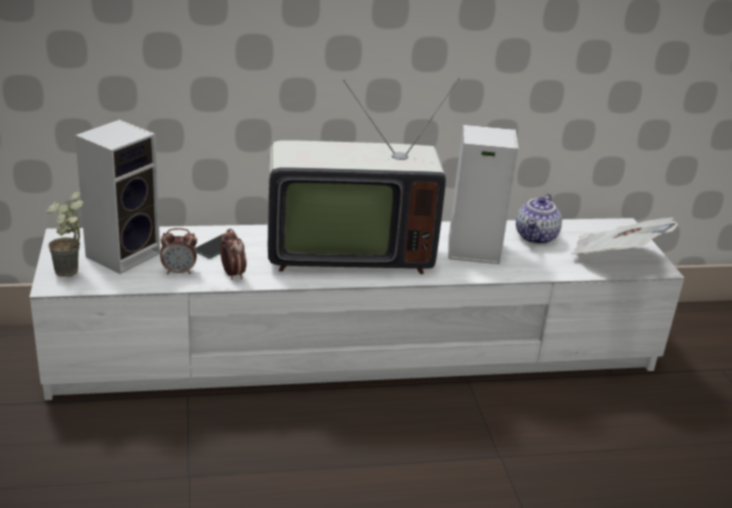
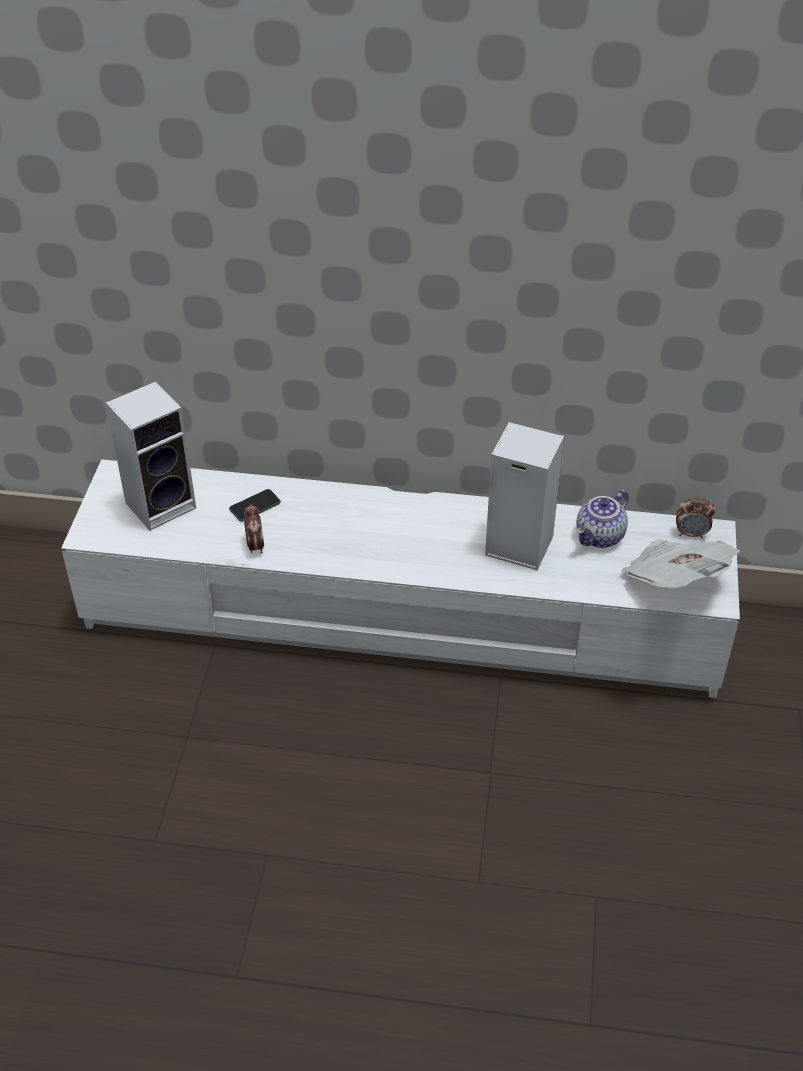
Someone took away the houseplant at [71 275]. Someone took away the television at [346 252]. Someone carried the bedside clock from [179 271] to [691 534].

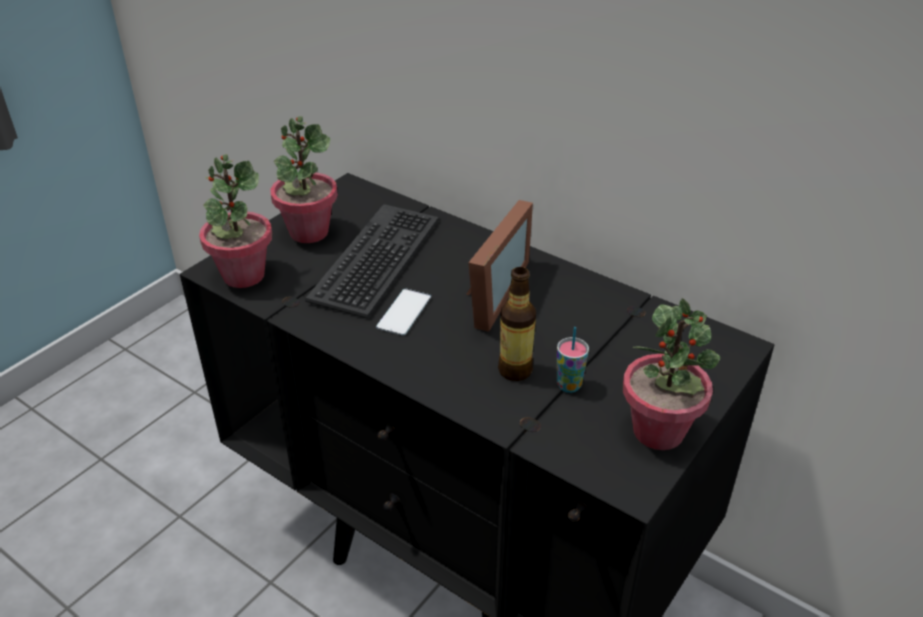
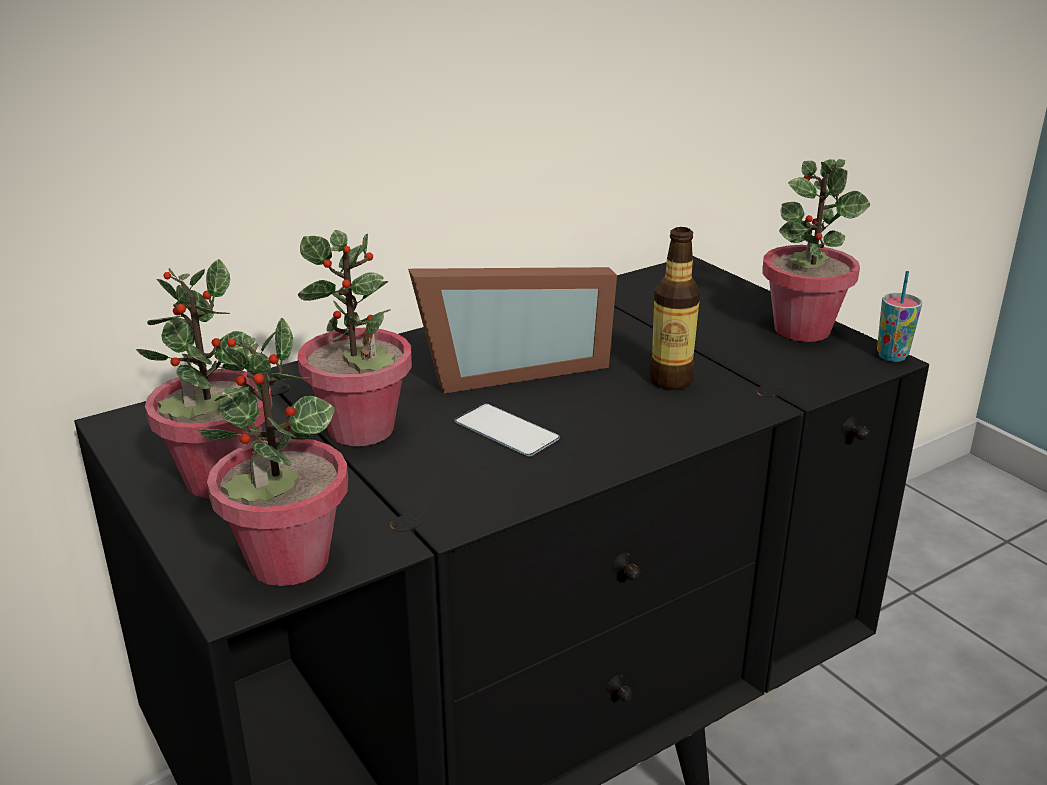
Someone carried the cup from [569 385] to [892 356]. Someone swapped the PC keyboard at [378 259] for the houseplant at [361 429]. Someone rotated the standing frame at [488 294] by 120 degrees clockwise.

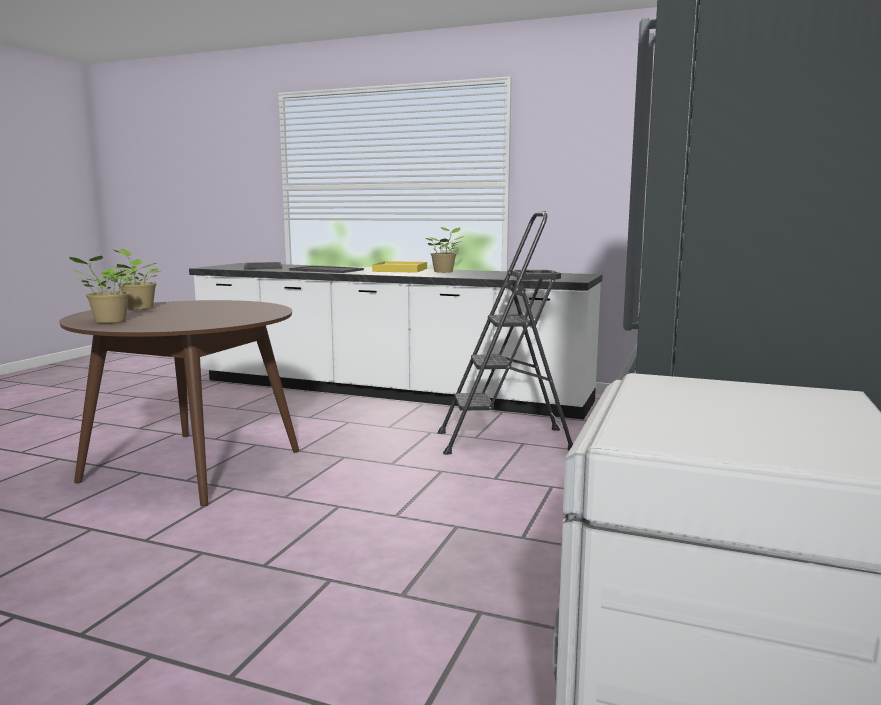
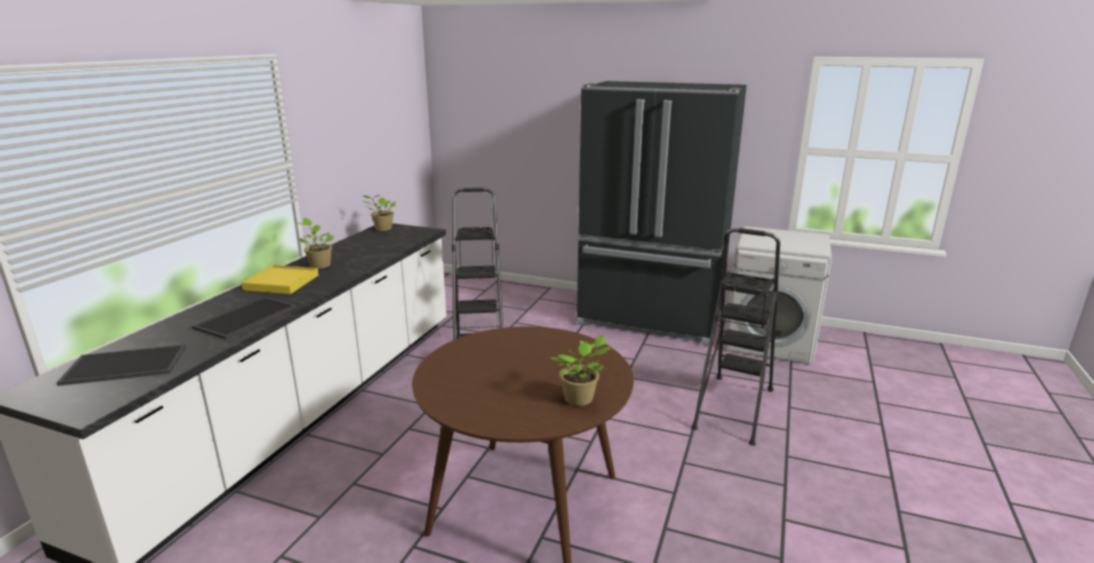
Someone put down the step stool at [733 409]. Someone carried the houseplant from [138 308] to [382 229].

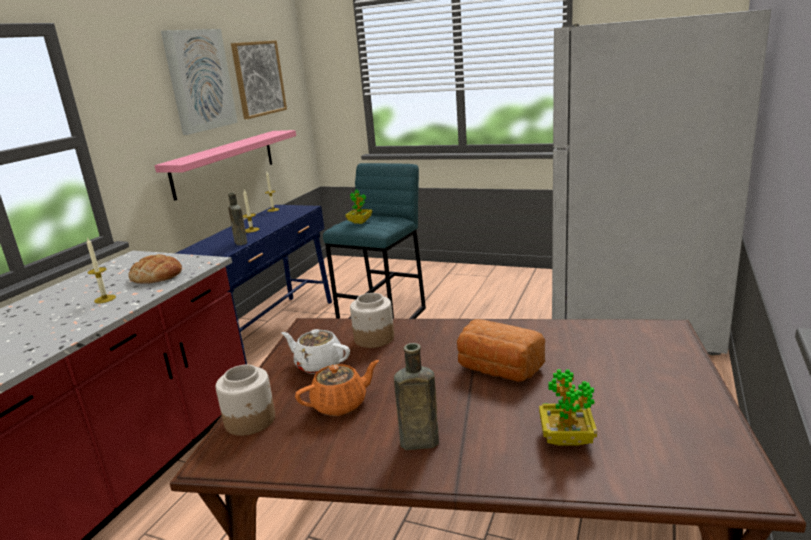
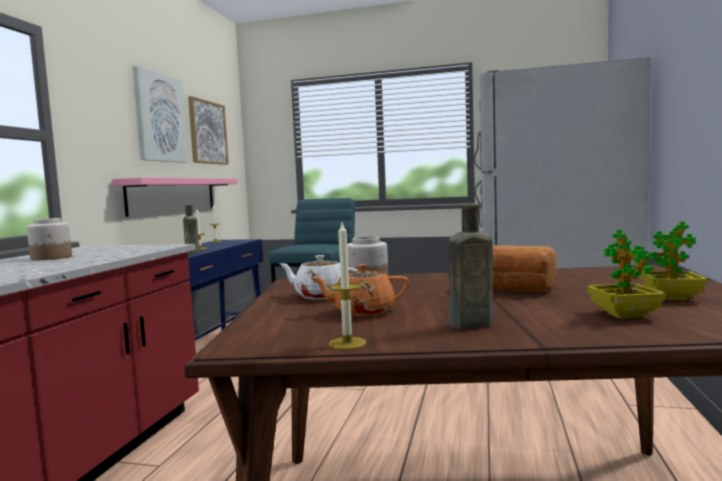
Someone took away the bakery bread at [157 276]. Someone carried the wax candle from [105 299] to [347 343]. Someone carried the storage jar from [250 420] to [52 257]. Someone carried the houseplant from [360 222] to [671 298]. Someone rotated the orangey teapot at [341 404] by 150 degrees counterclockwise.

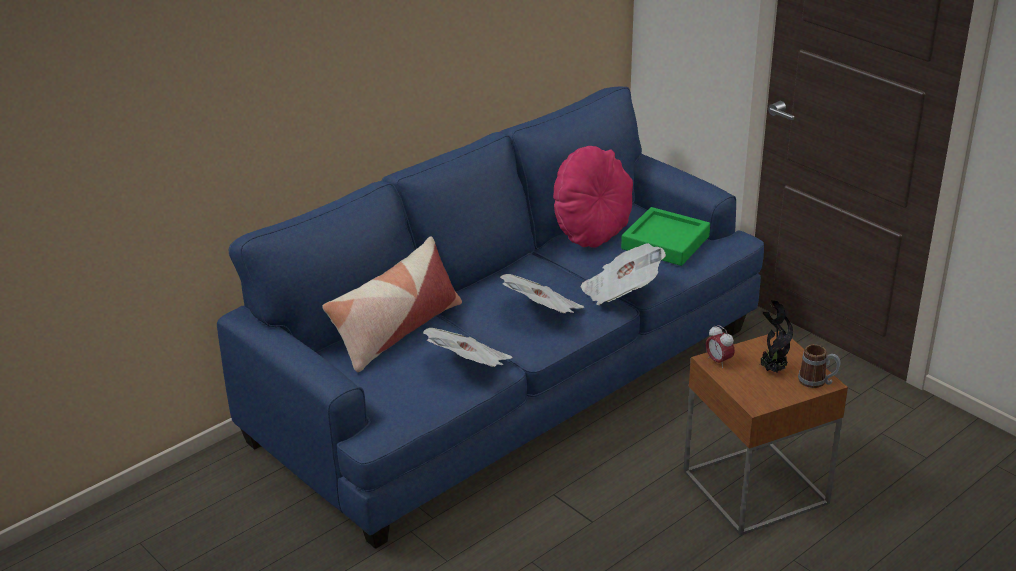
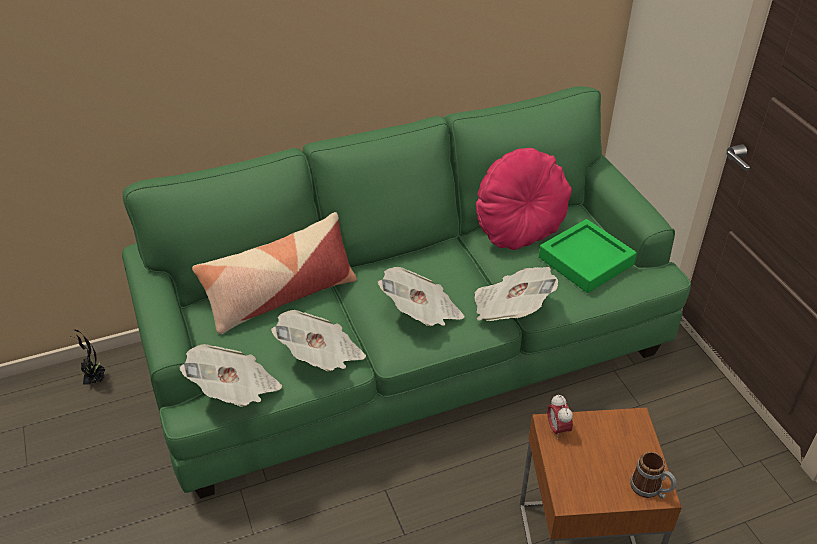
Someone put down the printed paper at [235 390]. Someone carried the houseplant from [771 370] to [95 379]. Someone repainted the bluish settee at [509 384], which became the greenish settee at [408 353].

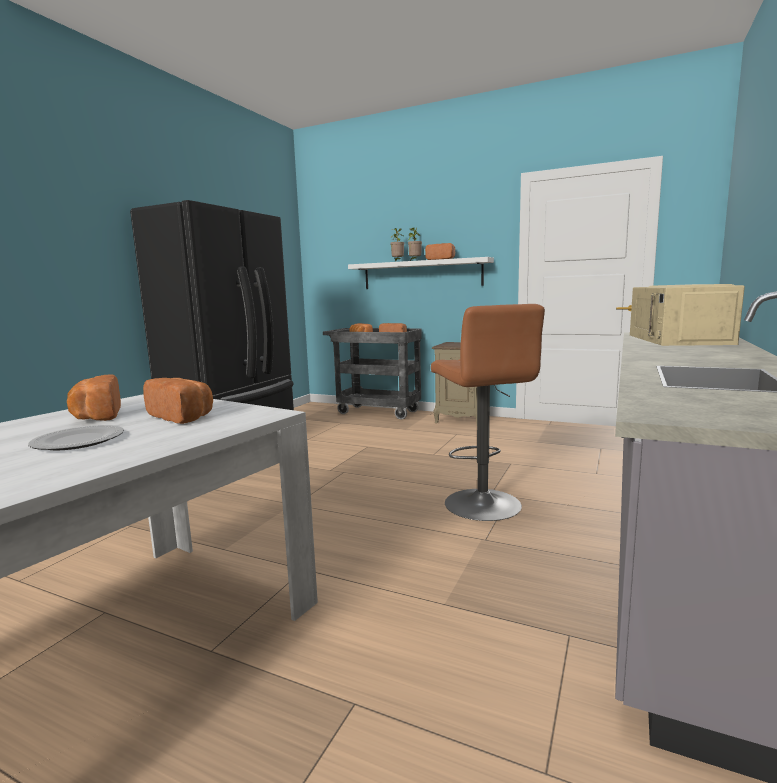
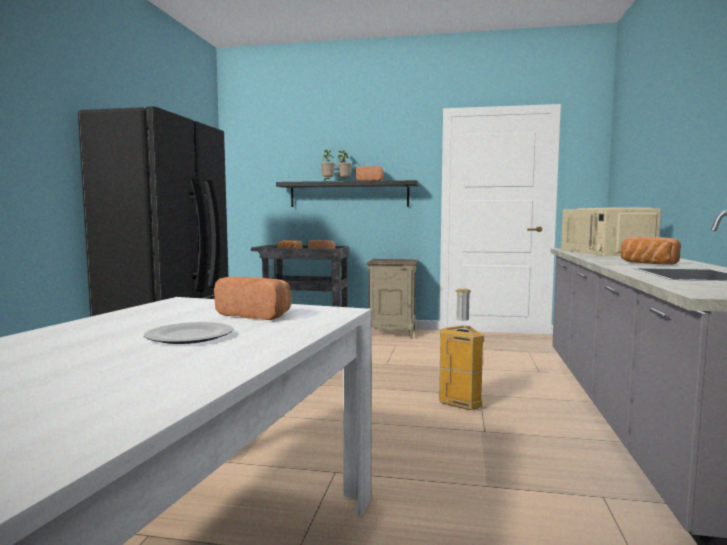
Someone carried the bakery bread from [96 416] to [646 264]. Someone swapped the brownish stool seat at [482 505] for the rubbish bin at [461 403]. Someone repainted the whitish bracket shelf at [421 274], which became the blackish bracket shelf at [349 194].

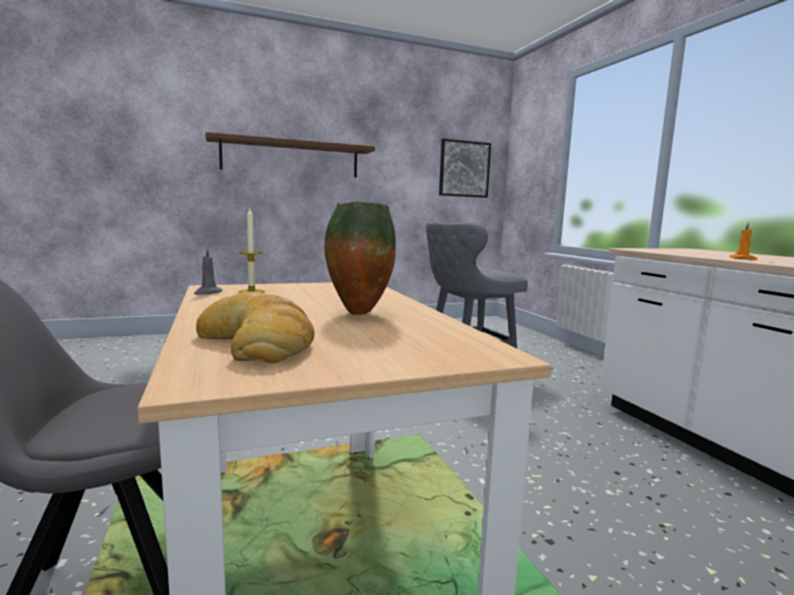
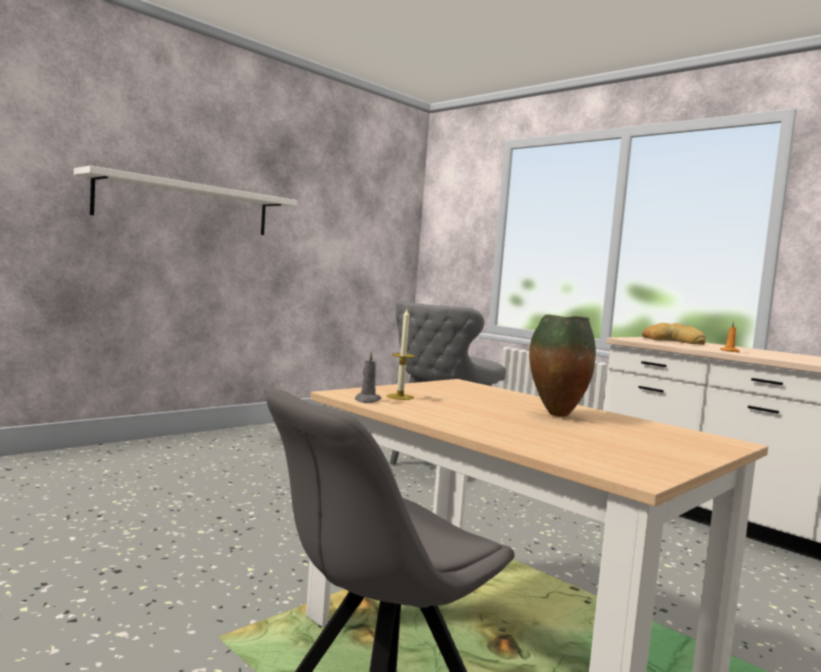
Someone took away the wall picture at [464 169]. Someone carried the bakery bread from [259 342] to [672 341]. Someone repainted the brownish bracket shelf at [291 158], which became the whitish bracket shelf at [186 206].

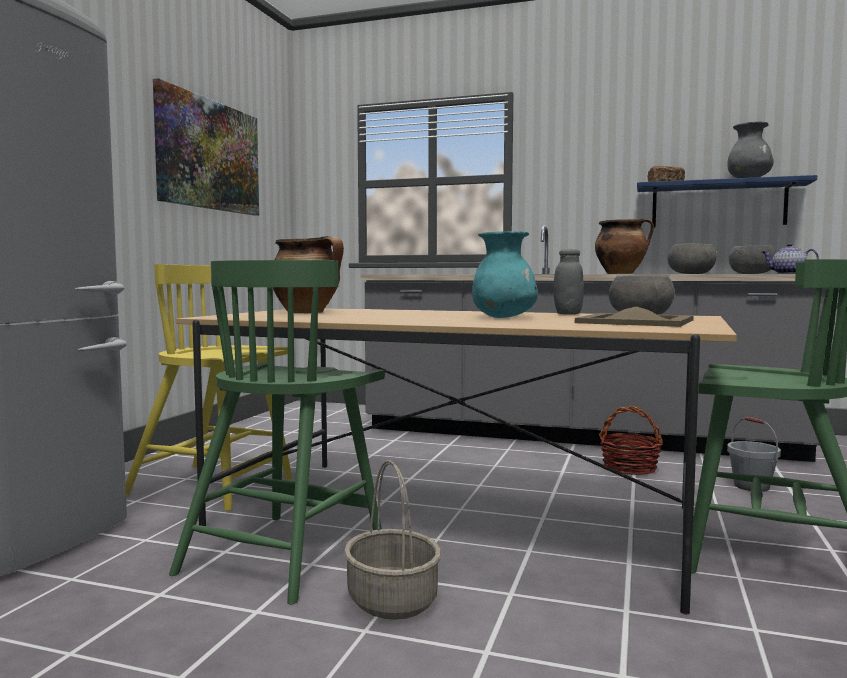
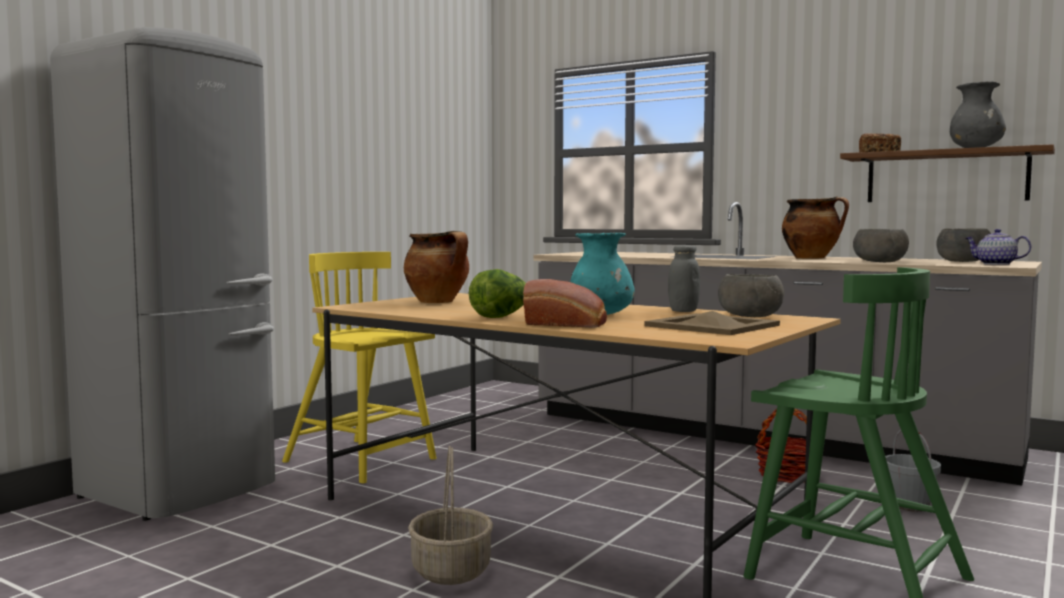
Someone took away the wall picture at [209 155]. Someone took away the greenish upright chair at [286 552]. Someone put down the head of lettuce at [501 317]. Someone put down the bakery bread at [567 324]. Someone repainted the bluish bracket shelf at [718 205], which became the brownish bracket shelf at [946 177].

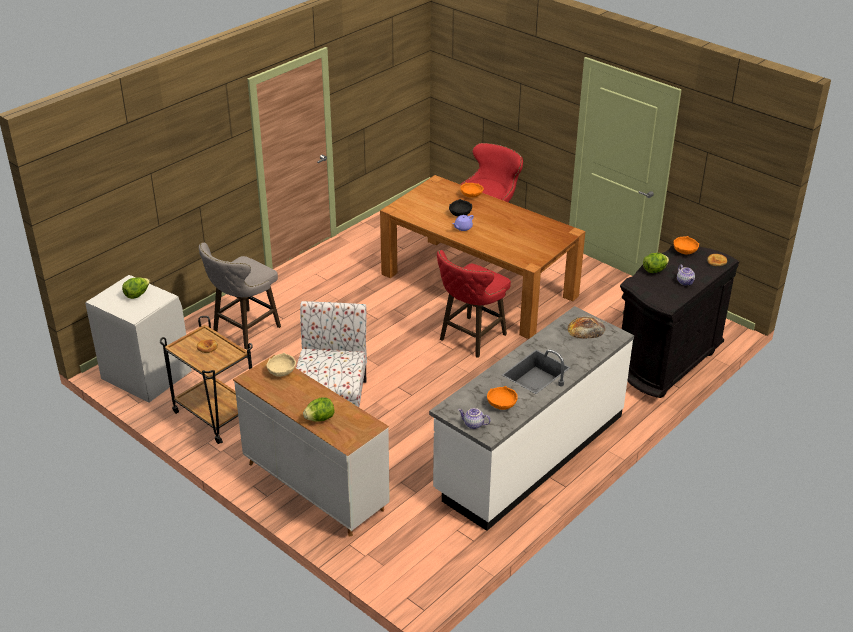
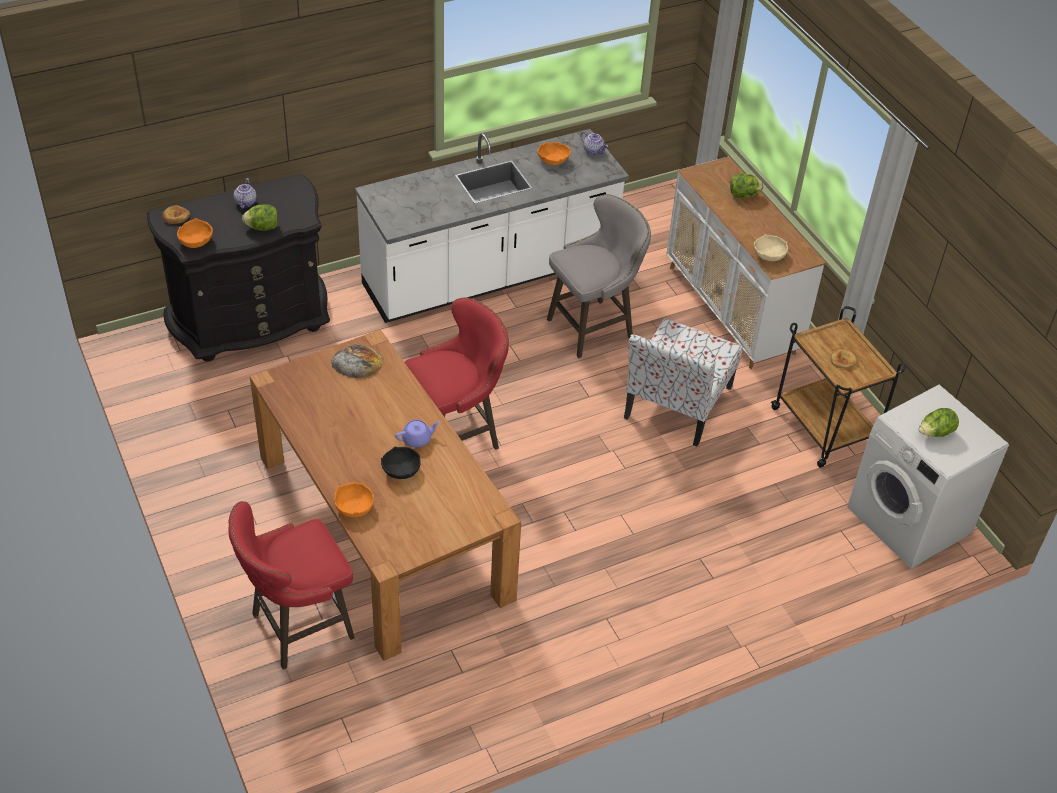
Someone carried the gray stool seat from [244 330] to [593 327]. Someone carried the bakery bread from [586 329] to [357 362].

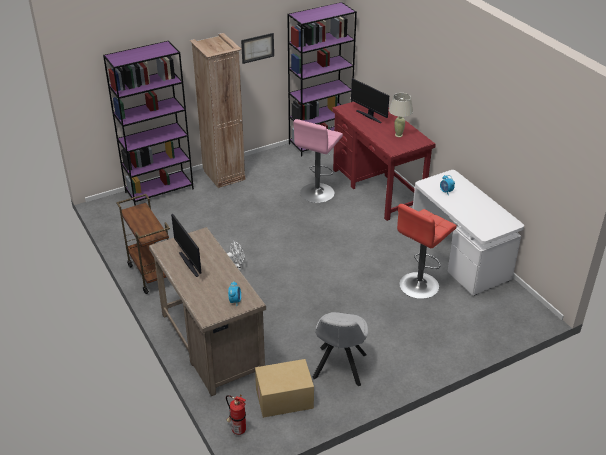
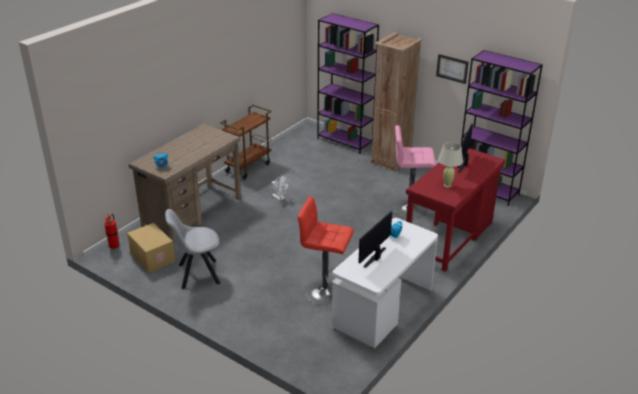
Someone carried the computer display from [190 264] to [375 258].

